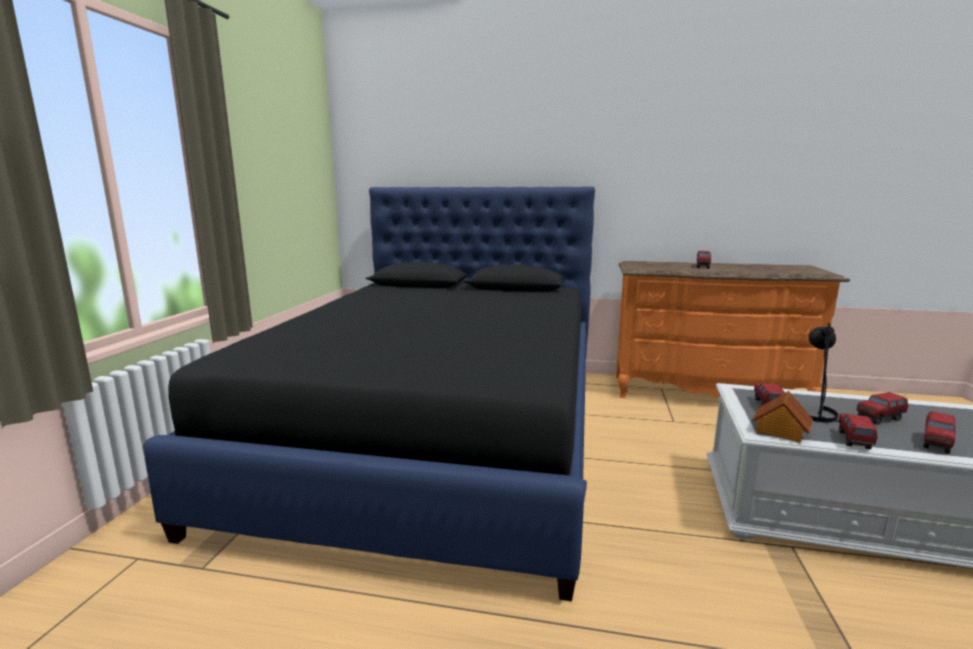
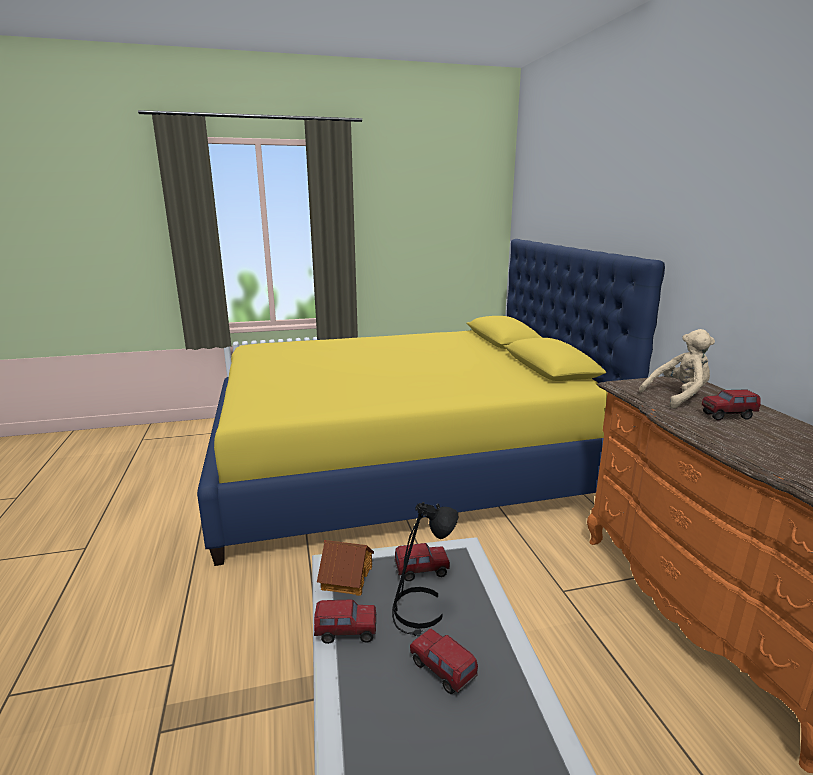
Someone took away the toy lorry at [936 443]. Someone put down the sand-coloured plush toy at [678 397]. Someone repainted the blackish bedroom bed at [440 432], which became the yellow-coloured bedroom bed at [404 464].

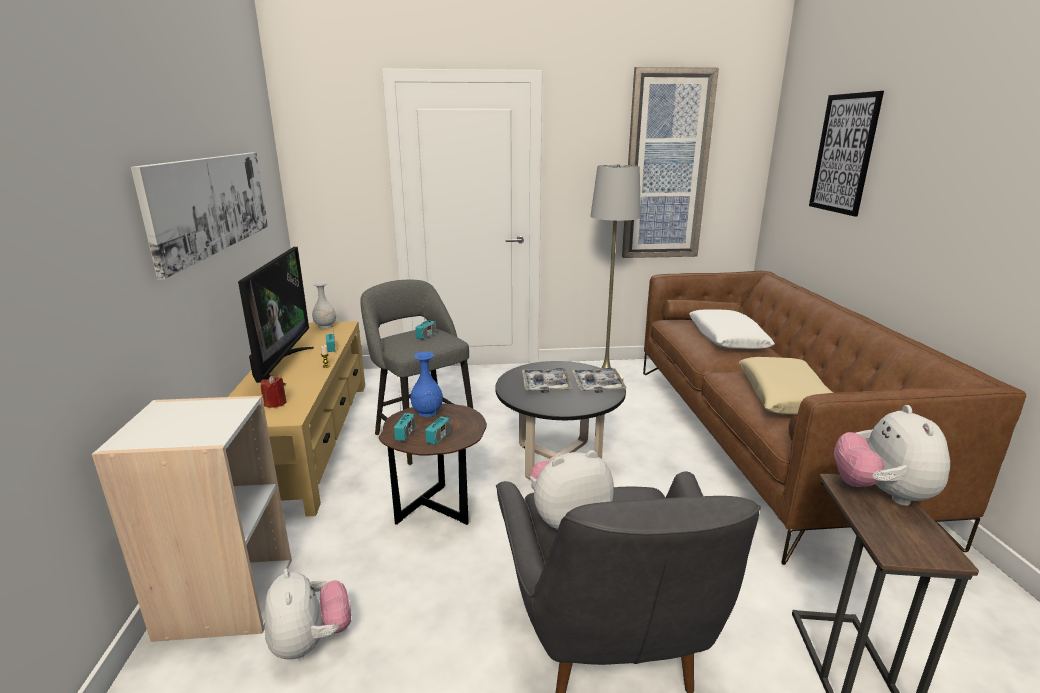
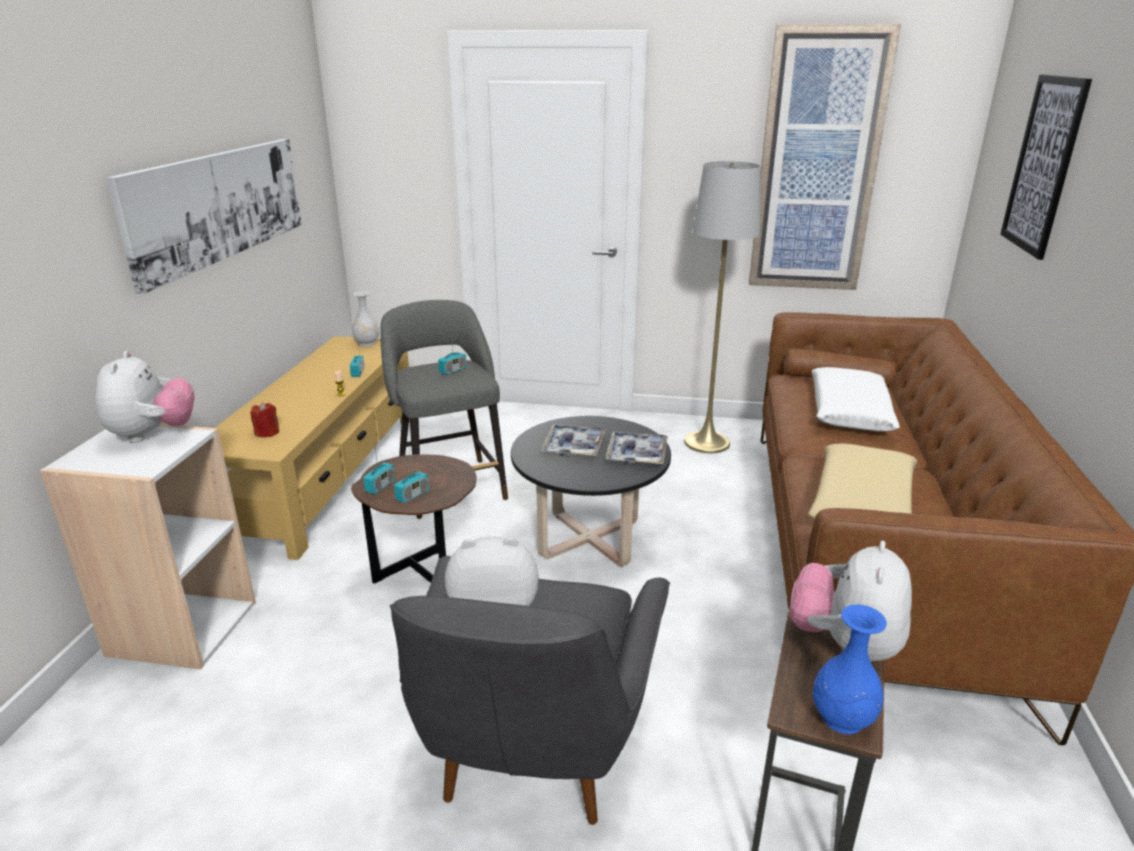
Someone took away the television at [281 365]. Someone carried the plush toy from [311 642] to [153 434]. Someone carried the bluish flower vase from [427 412] to [841 718].

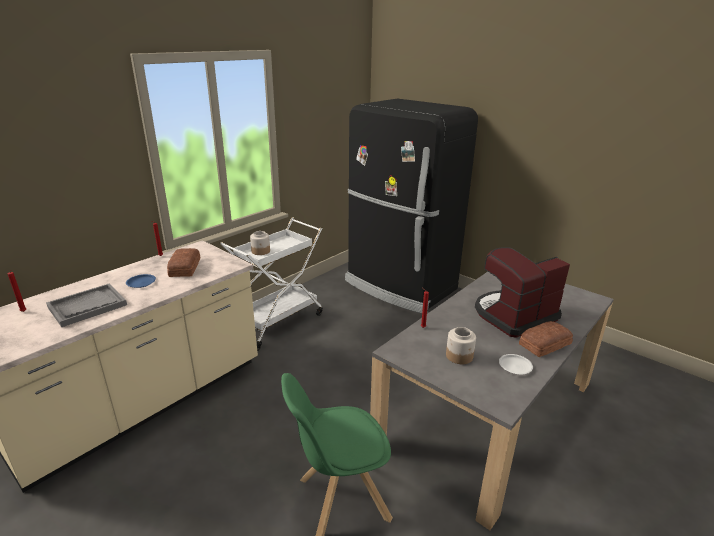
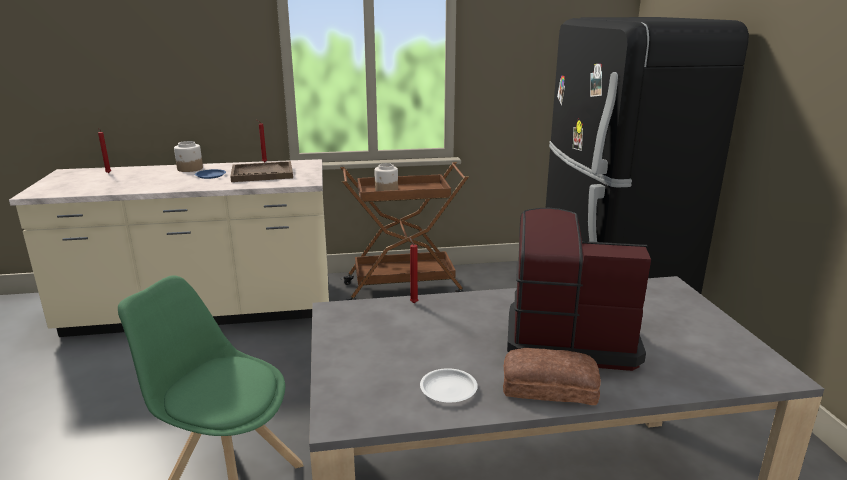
Someone took away the gray tray at [87 306]. Someone carried the storage jar from [459 356] to [190 169]. Someone swapped the bakery bread at [184 268] for the brownish tray at [262 174]. Someone repainted the whitish cart at [278 323], which became the brownish cart at [402 291].

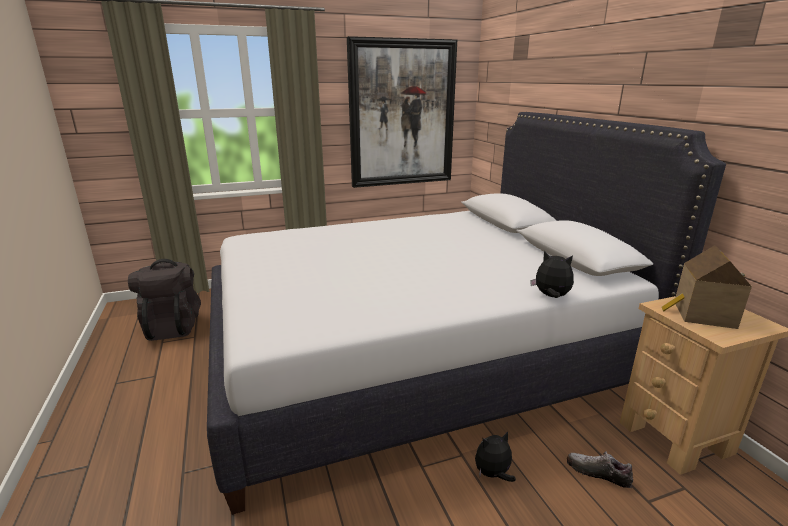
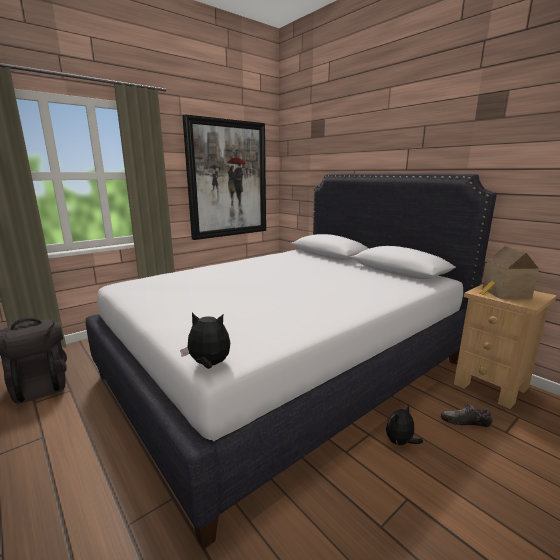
Someone carried the plush toy from [551 296] to [209 365].

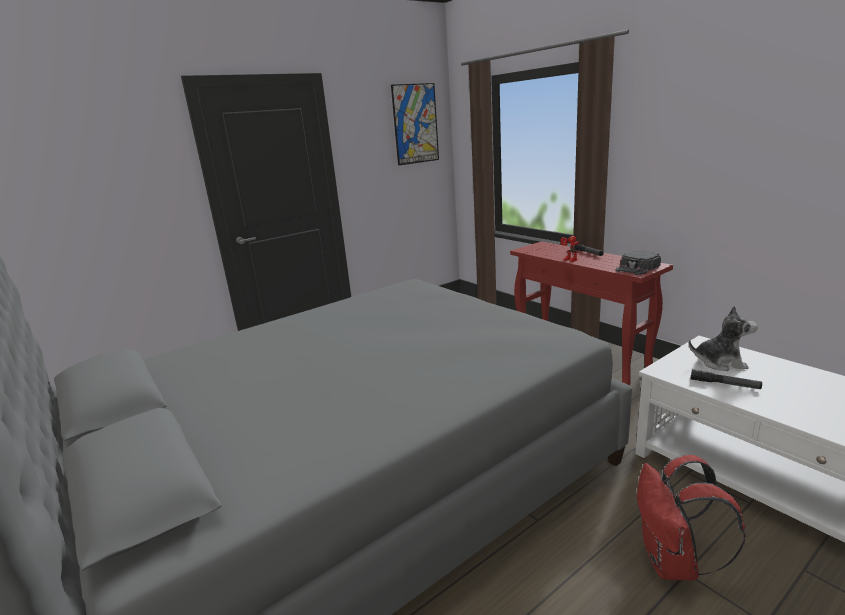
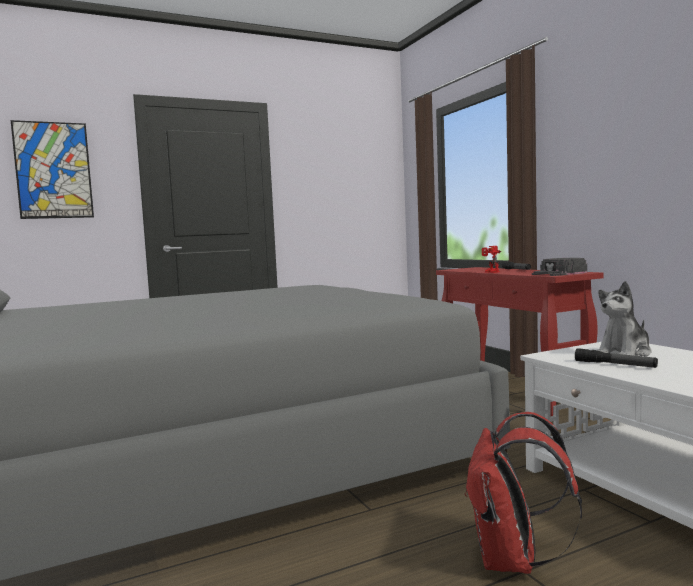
Someone carried the wall picture from [415 124] to [53 170]. Someone rotated the plush toy at [720 362] by 120 degrees clockwise.

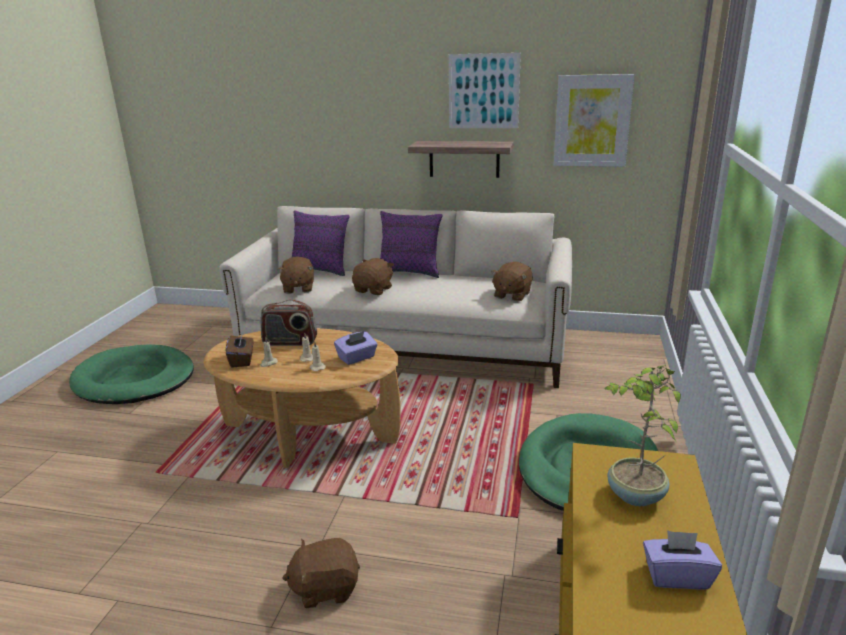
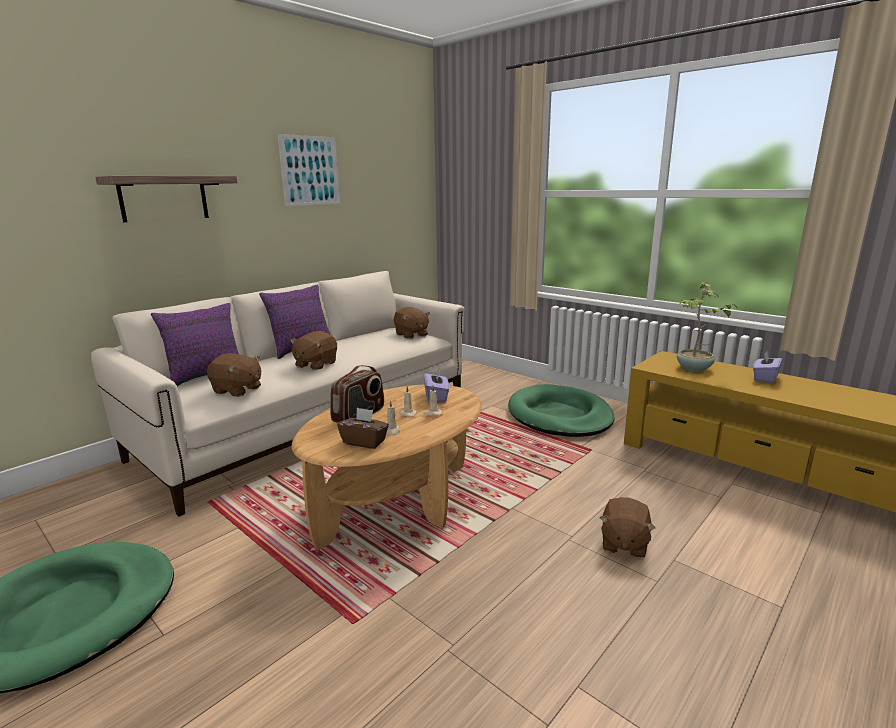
Someone took away the wall picture at [592 121]. Someone carried the bracket shelf from [464 159] to [164 198]. Someone rotated the brownish plush toy at [374 290] by 120 degrees counterclockwise.

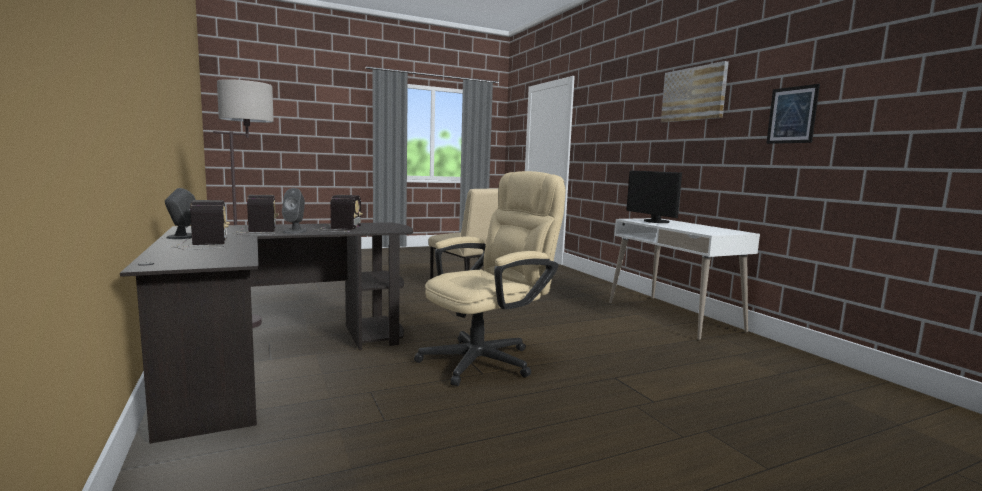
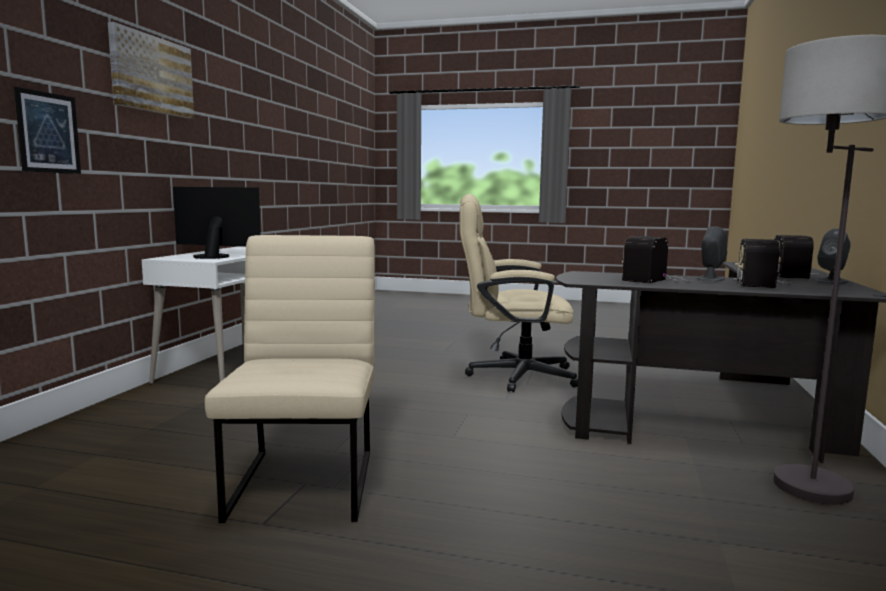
Someone carried the wall picture from [792 115] to [48 132]. Someone rotated the computer display at [654 221] by 90 degrees counterclockwise.

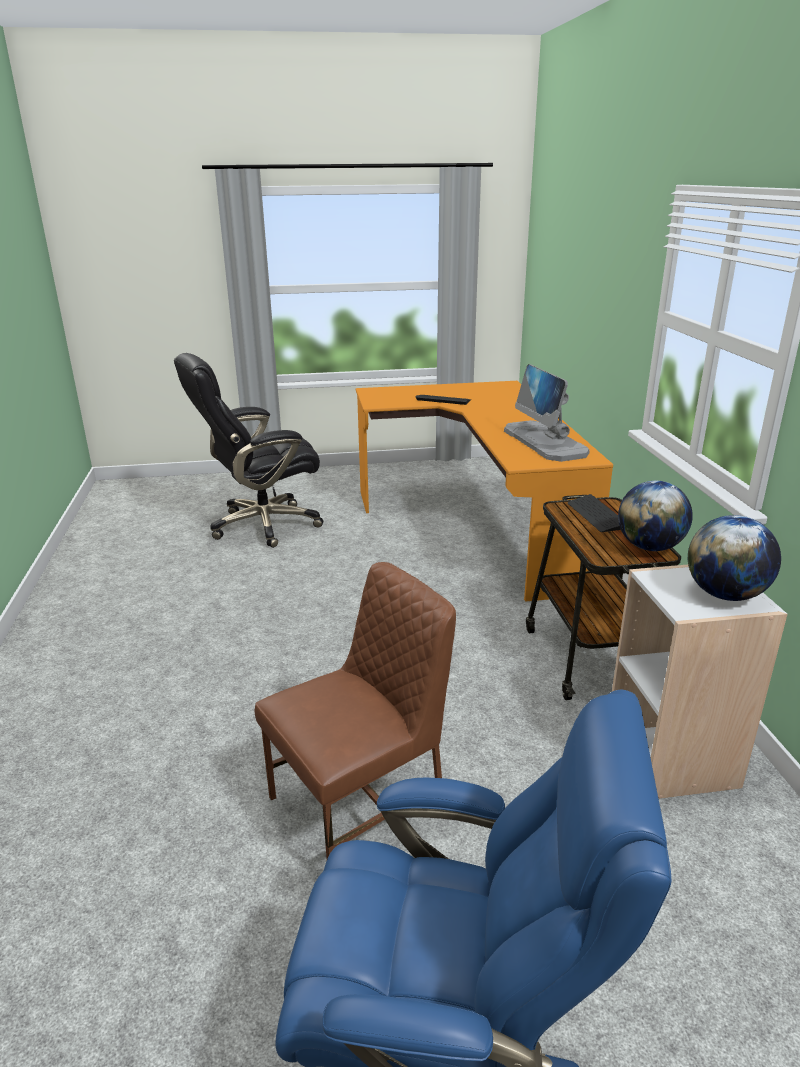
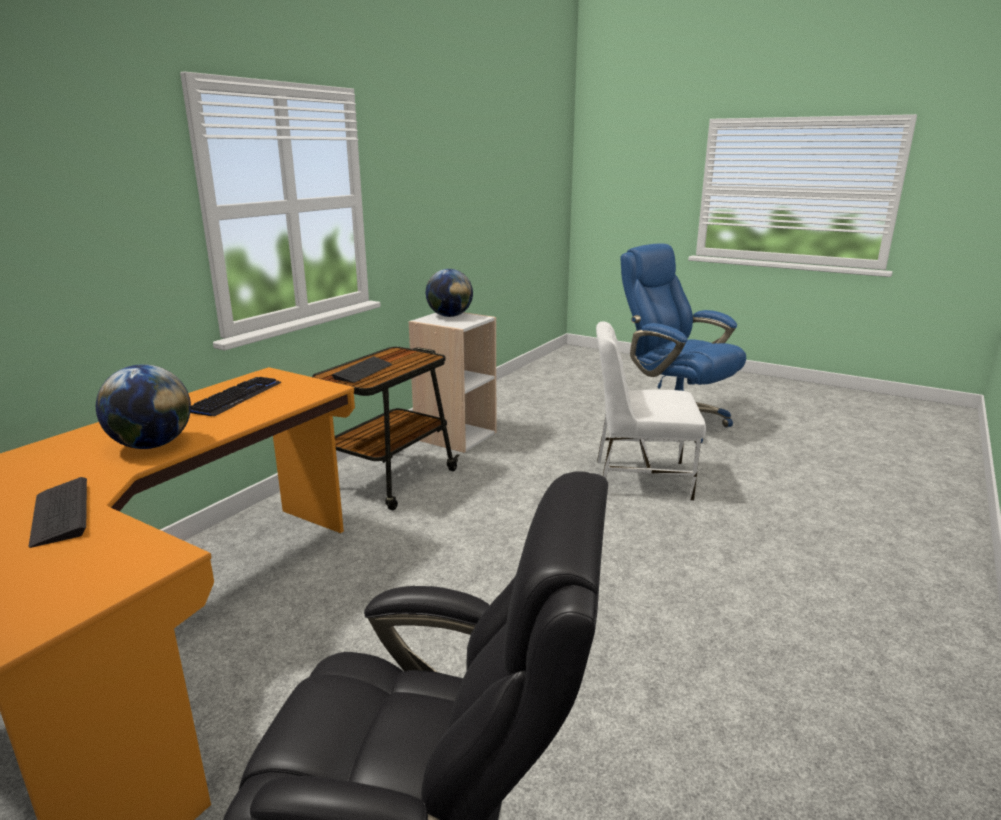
Someone carried the world globe from [649 547] to [152 445]. Someone swapped the computer display at [545 442] for the PC keyboard at [236 398]. Someone repainted the brownish upright chair at [361 806], which became the whitish upright chair at [640 478].

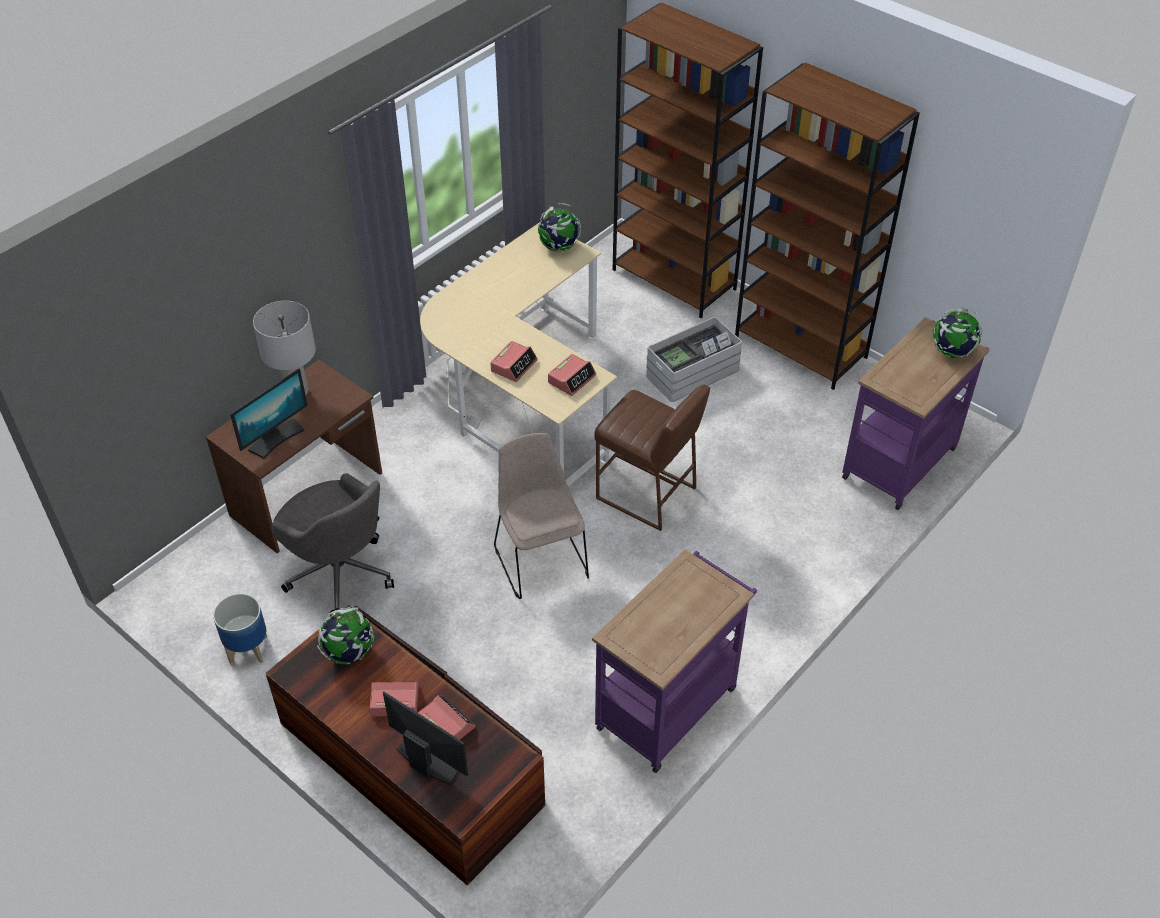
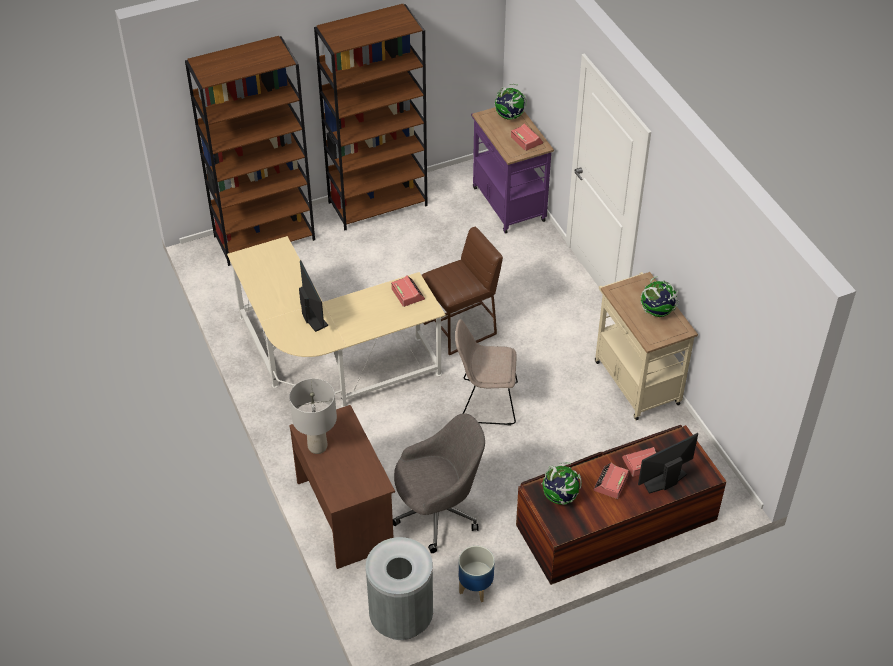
Someone took away the gray storage container at [692 372]. Someone put down the gray rubbish bin at [401 618]. Someone carried the computer display from [276 438] to [312 316]. Someone carried the bedside clock from [514 365] to [526 140]. Someone carried the world globe from [558 247] to [657 311]. Someone repainted the purplish cart at [669 706], which became the sand-coloured cart at [635 381].

